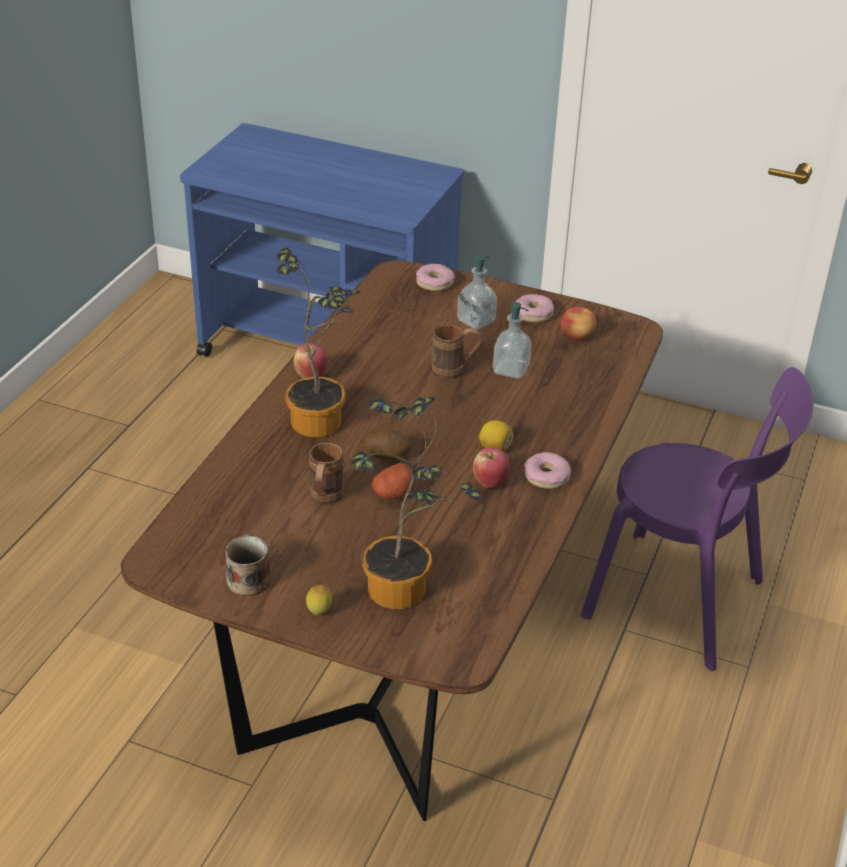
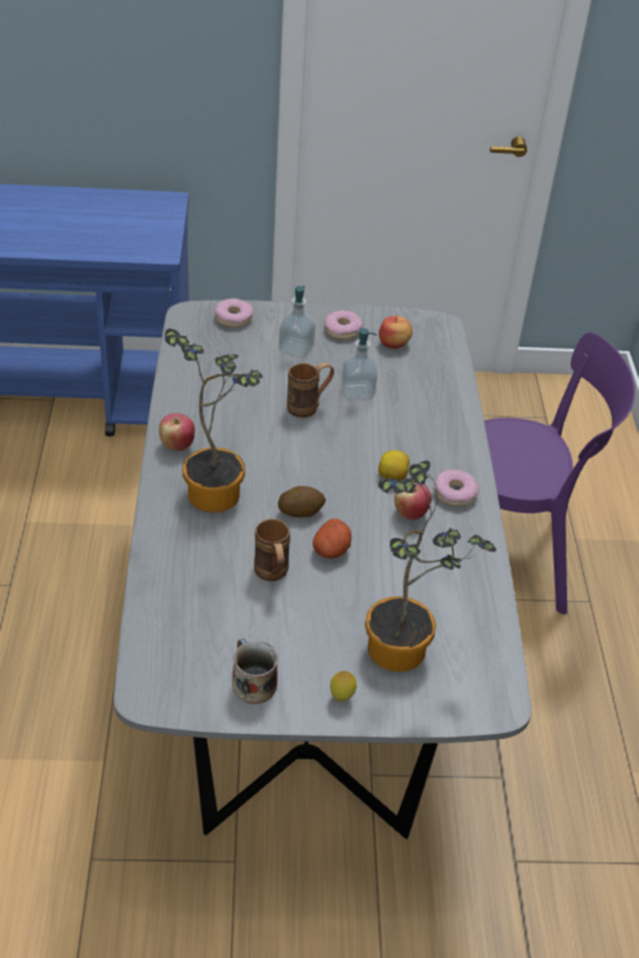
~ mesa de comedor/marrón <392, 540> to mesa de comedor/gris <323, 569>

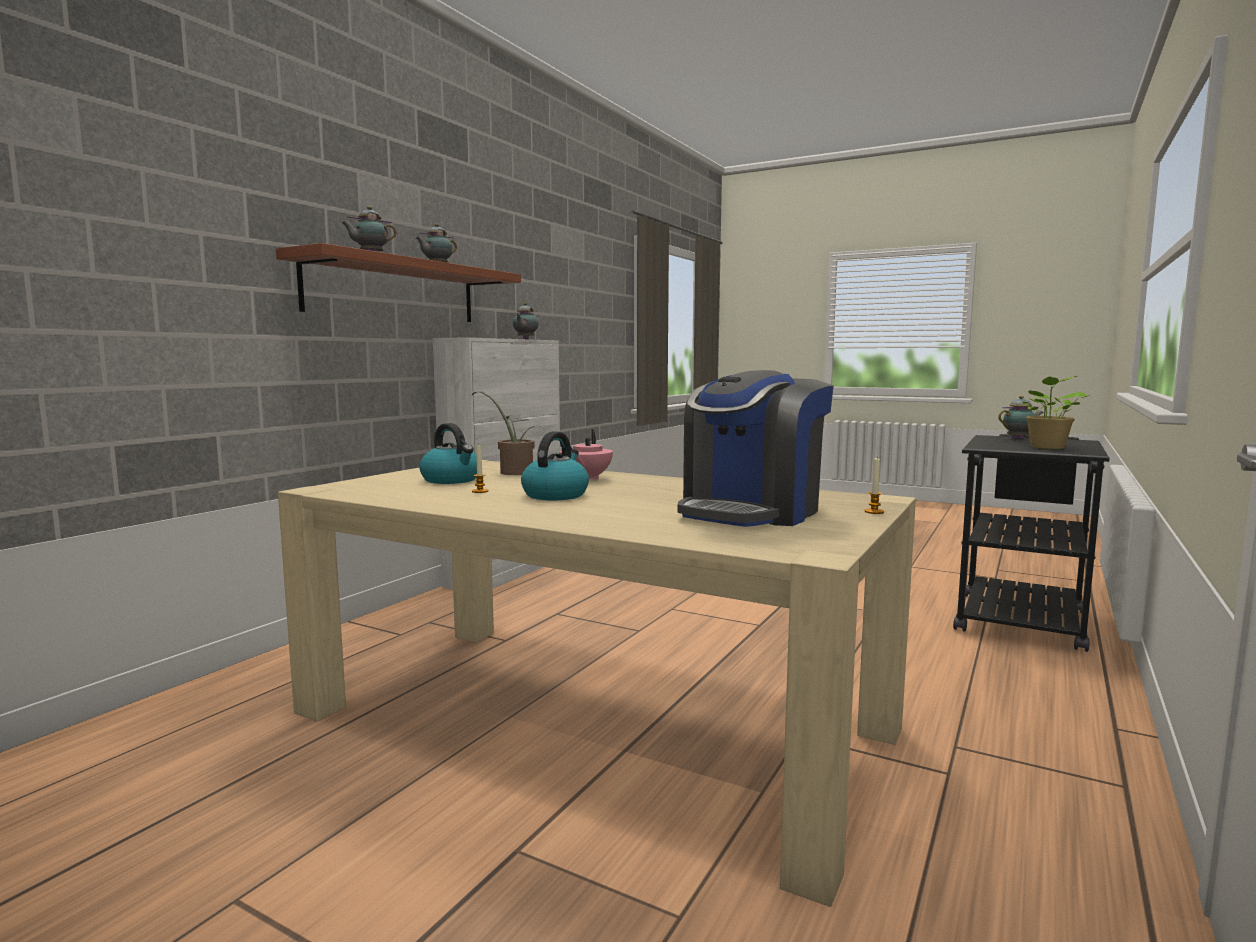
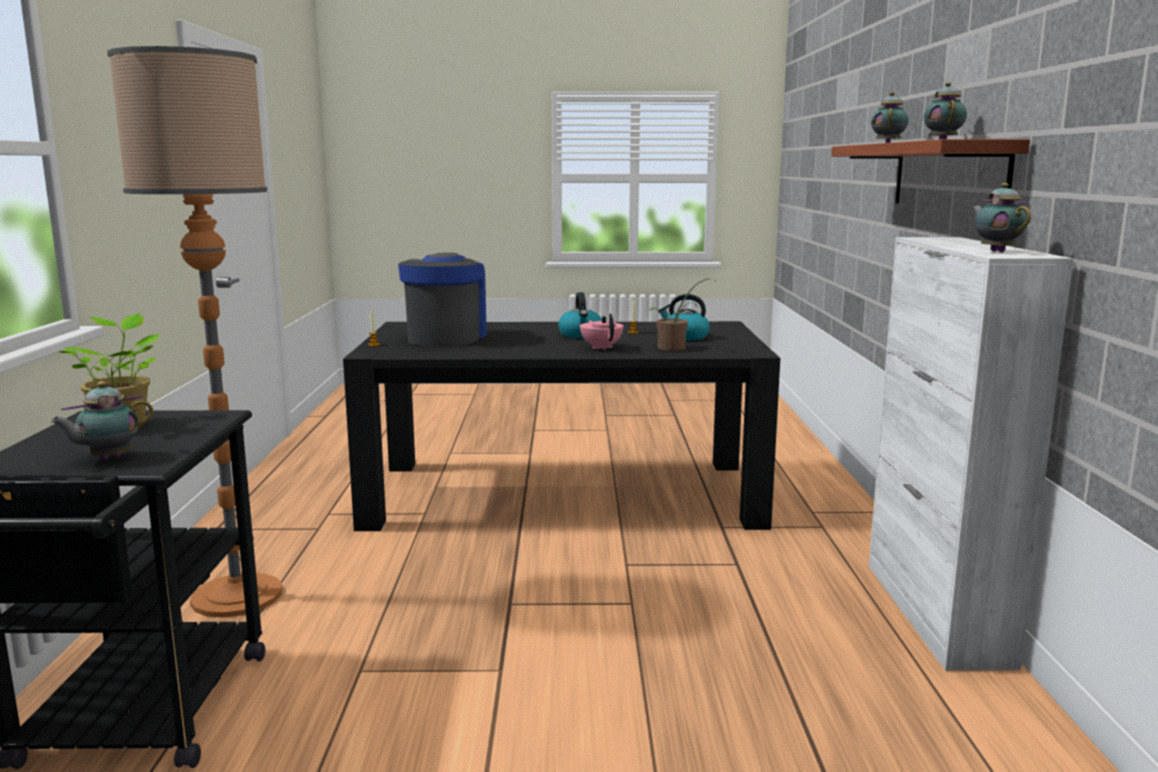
~ mesa de comedor/beis <597, 683> to mesa de comedor/negro <561, 426>
+ lámpara de pie <194, 331>

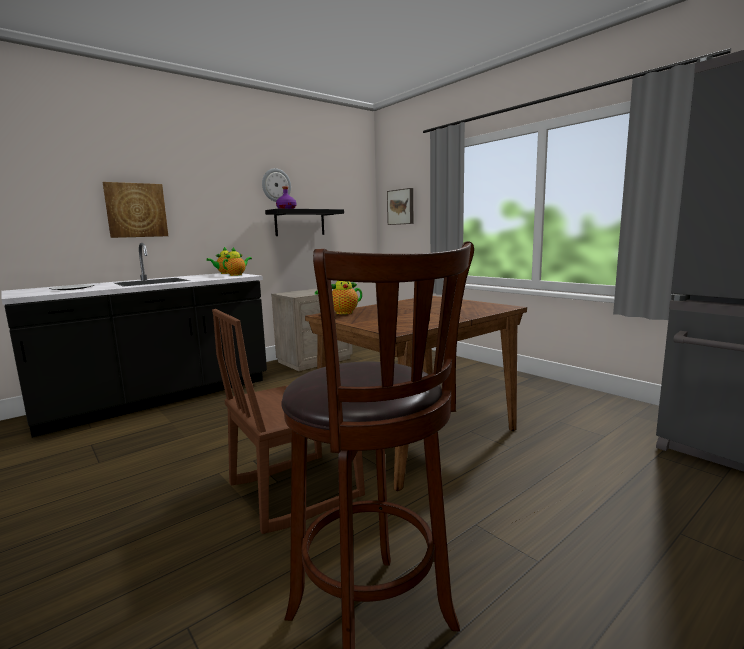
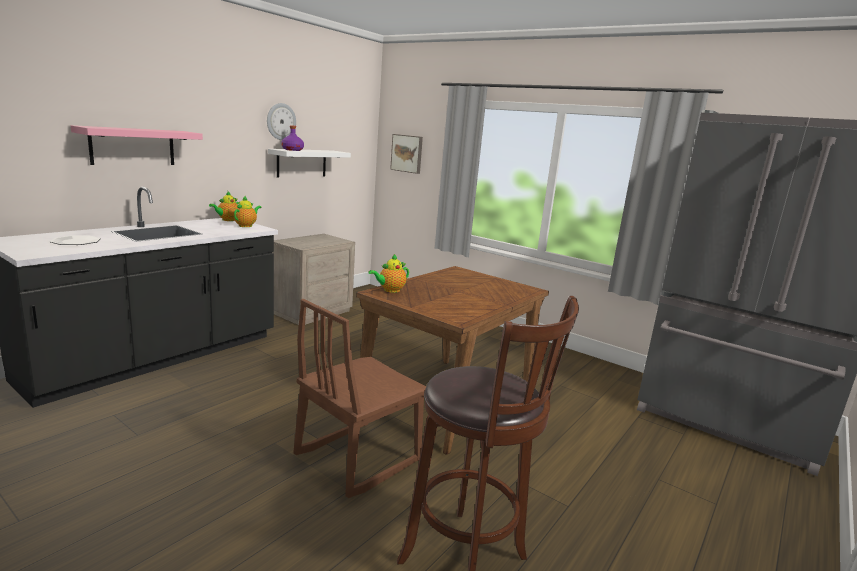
~ cuadro <135, 210> to estante/rosa <137, 145>
~ estante/negro <304, 222> to estante/blanco <309, 163>

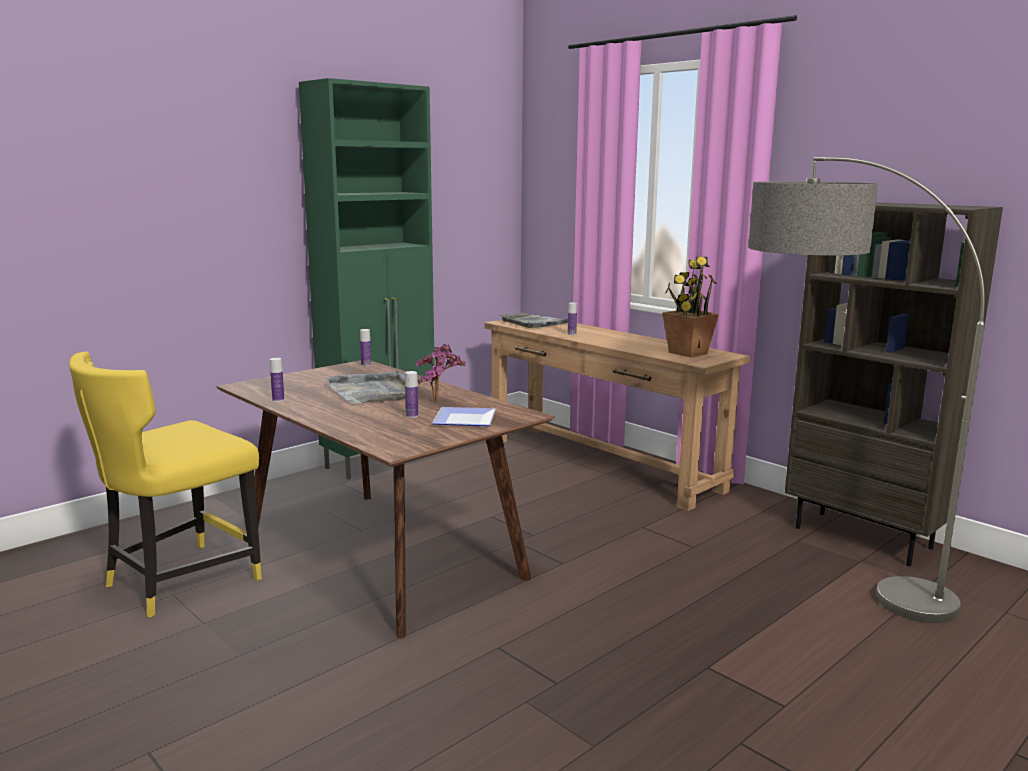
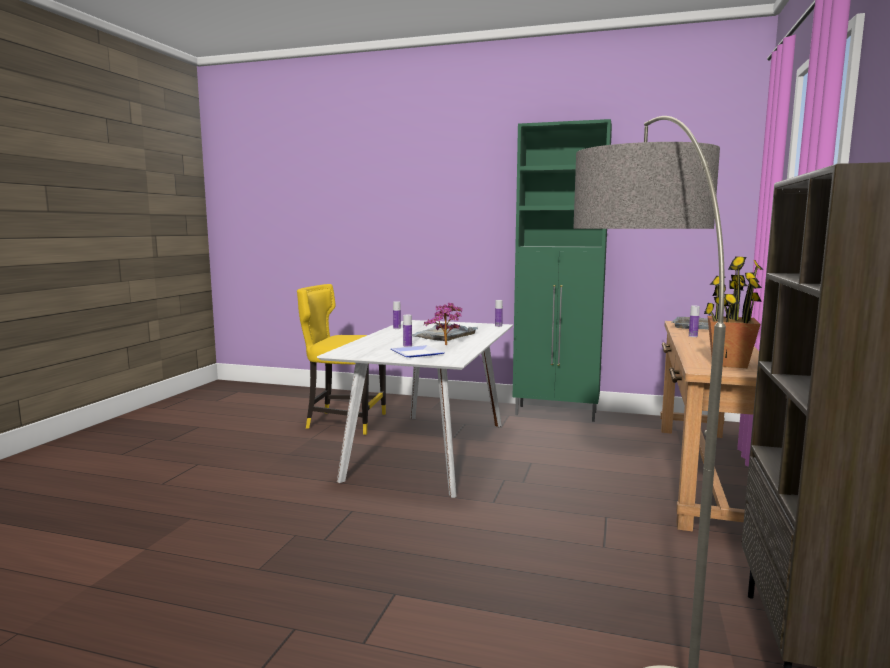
~ mesa de comedor/marrón <385, 499> to mesa de comedor/blanco <415, 409>

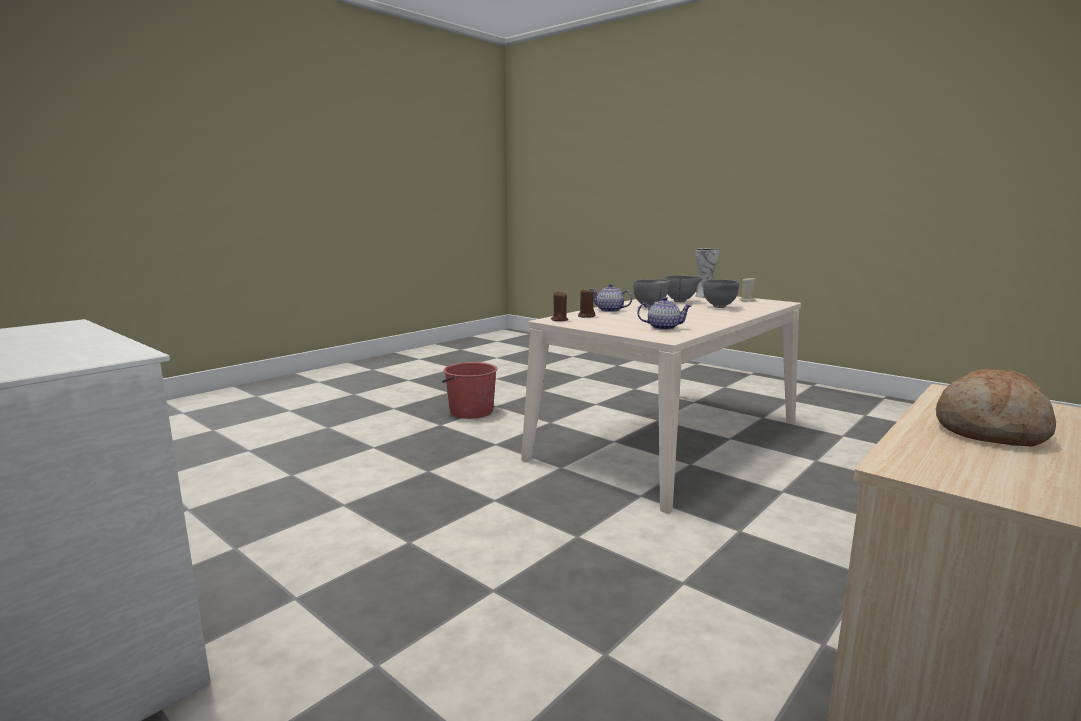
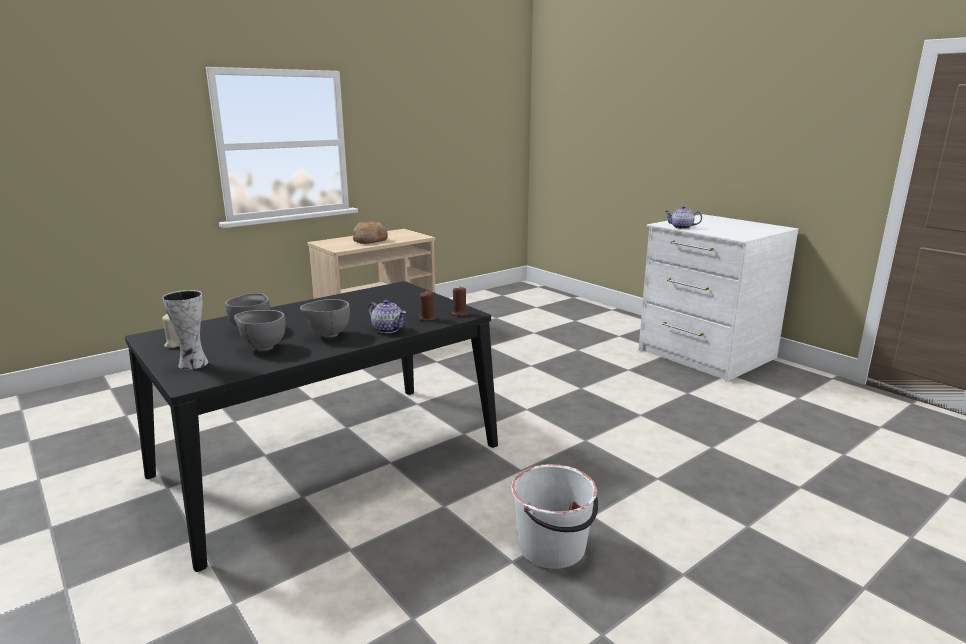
~ cubo/rojo <470, 390> to cubo/blanco <554, 516>
~ mesa de comedor/beis <661, 403> to mesa de comedor/negro <311, 426>
~ tetera <664, 313> to <683, 217>

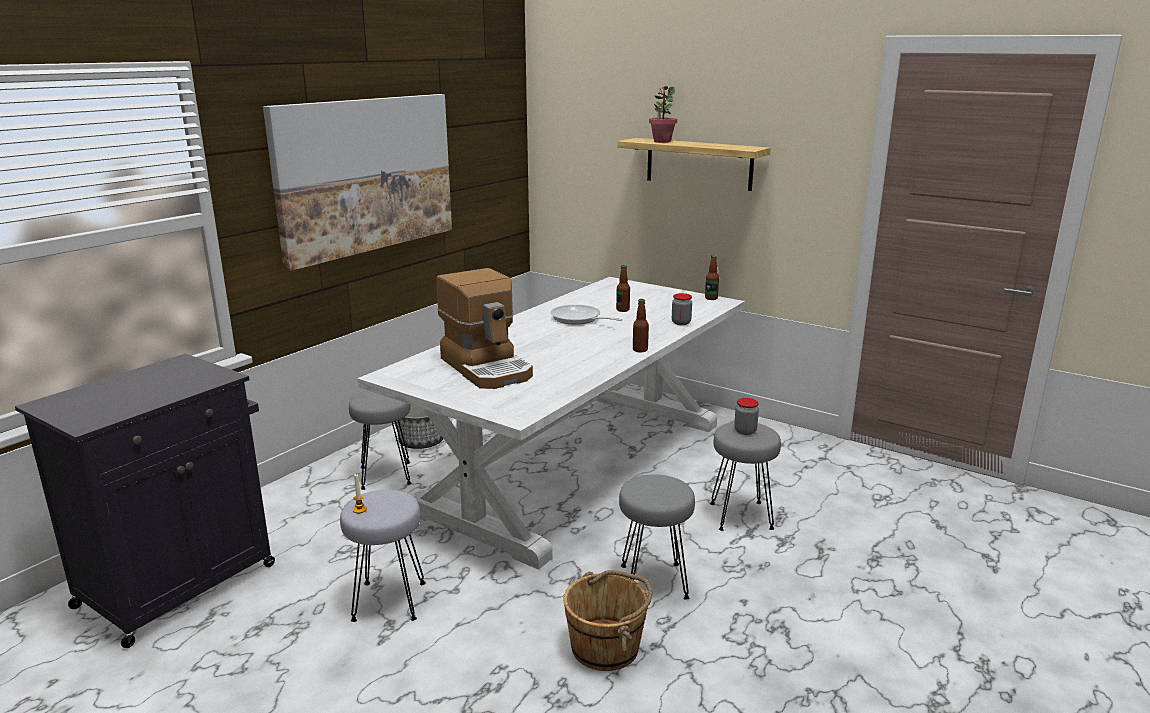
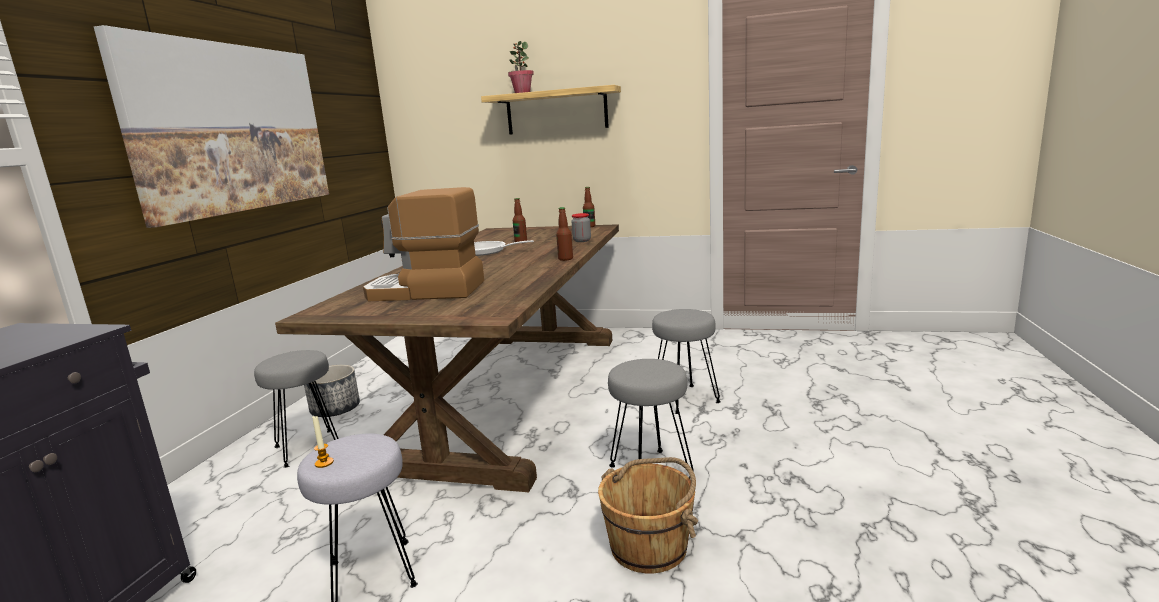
~ mesa de comedor/blanco <551, 423> to mesa de comedor/marrón <447, 358>
~ cafetera <485, 328> = <423, 244> 150 degrees clockwise
- tarro <746, 416>

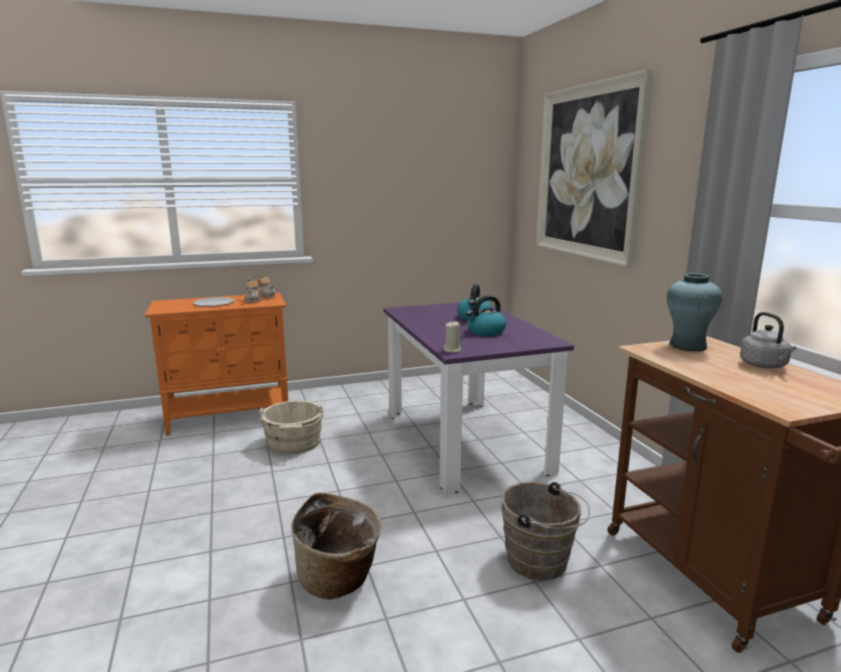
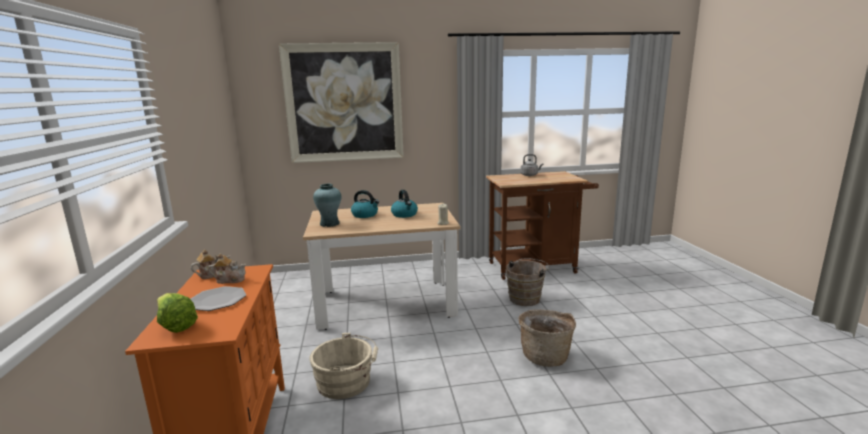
~ mesa de comedor/morado <479, 398> to mesa de comedor/beis <381, 266>
~ florero/turquesa <694, 312> to <327, 205>
+ lechuga <177, 313>

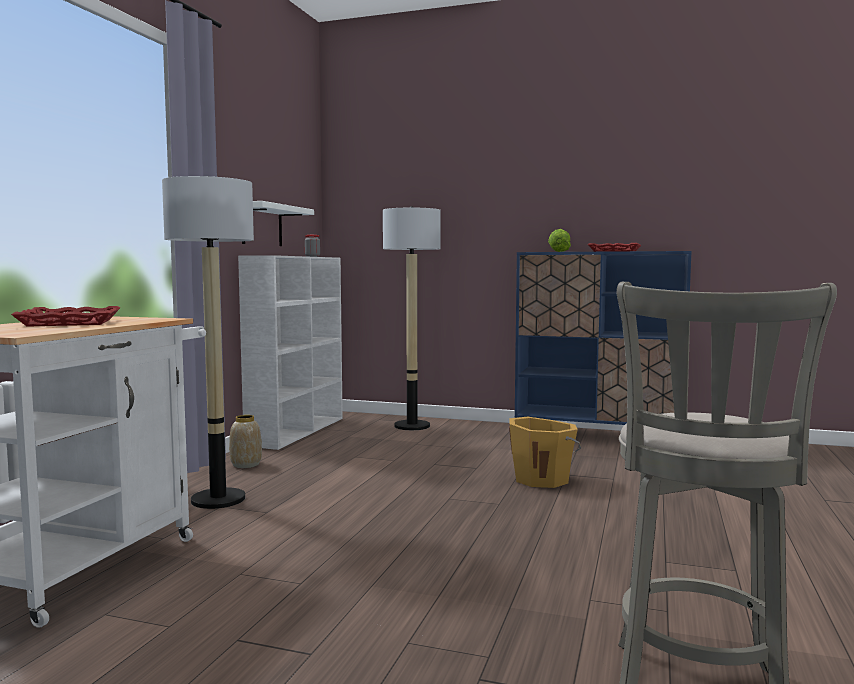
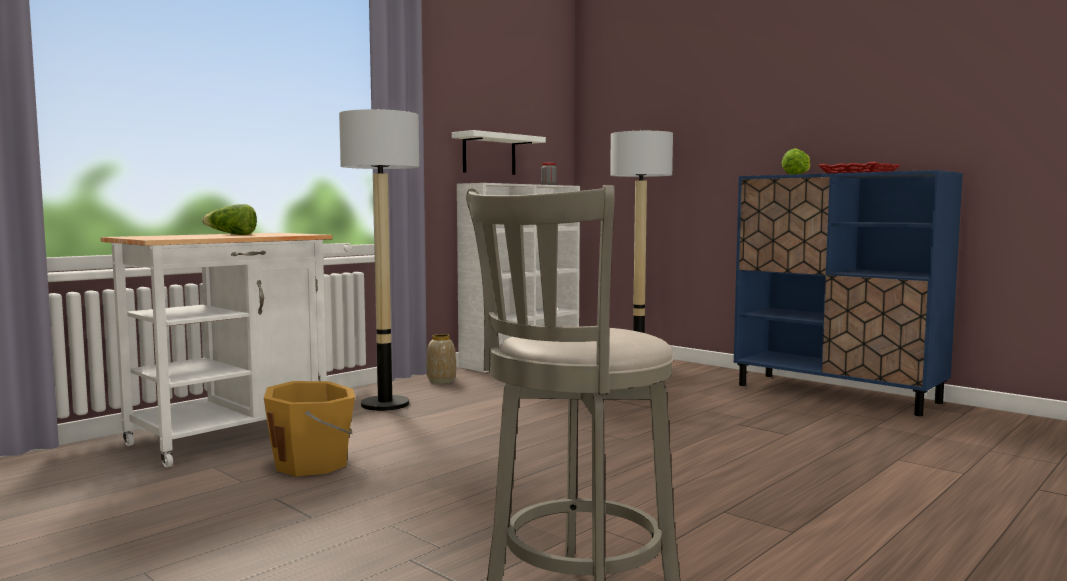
~ bandeja/rojo <65, 316> to lechuga <229, 219>
~ cubo/naranja <545, 452> to <309, 428>

